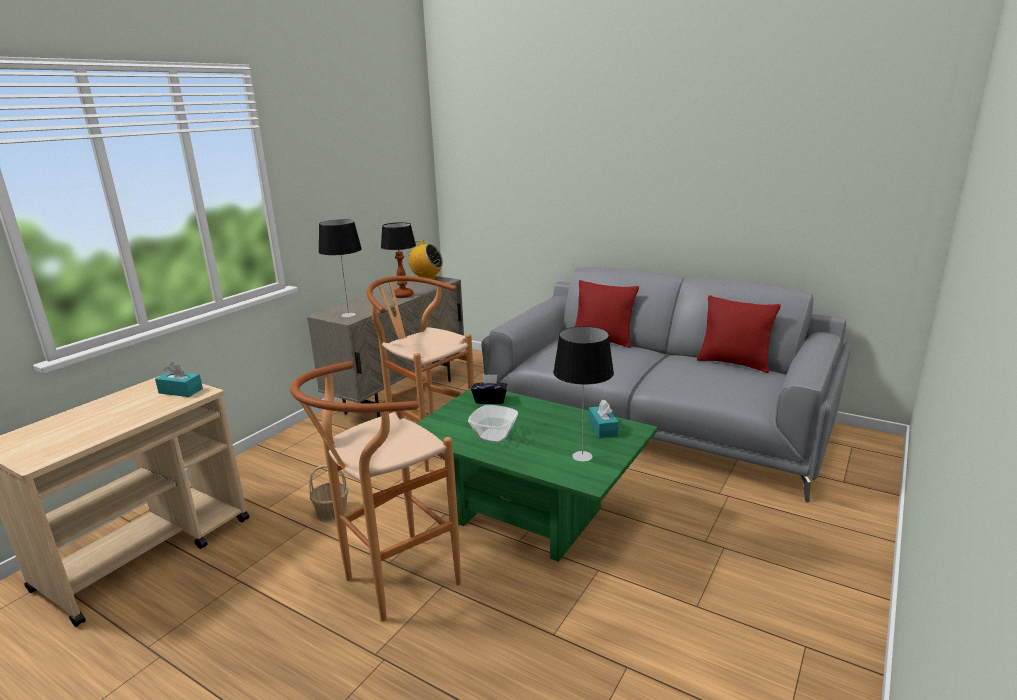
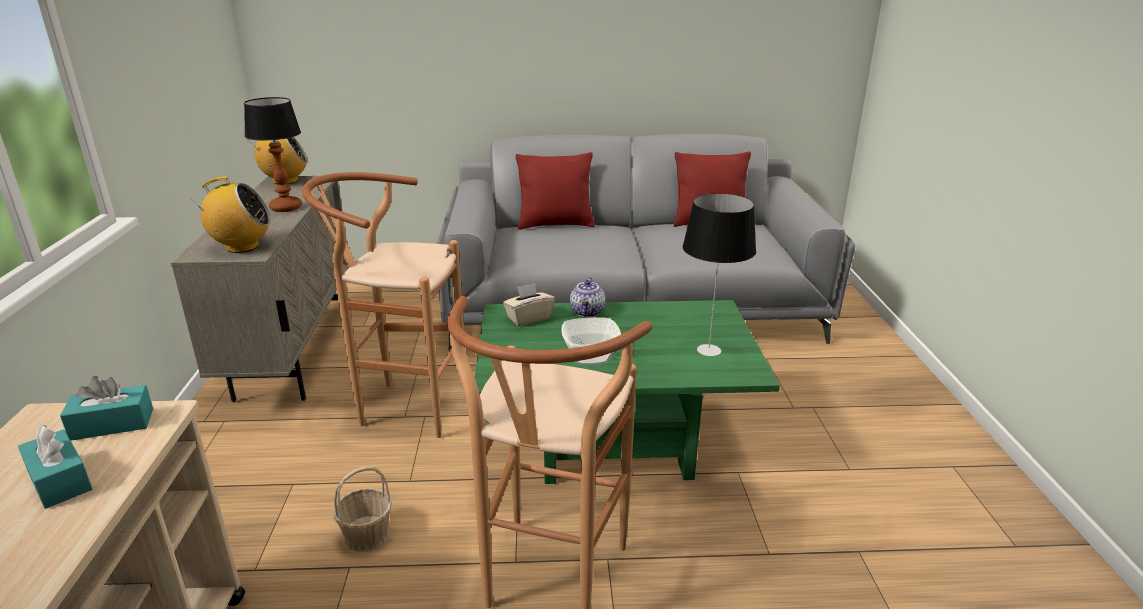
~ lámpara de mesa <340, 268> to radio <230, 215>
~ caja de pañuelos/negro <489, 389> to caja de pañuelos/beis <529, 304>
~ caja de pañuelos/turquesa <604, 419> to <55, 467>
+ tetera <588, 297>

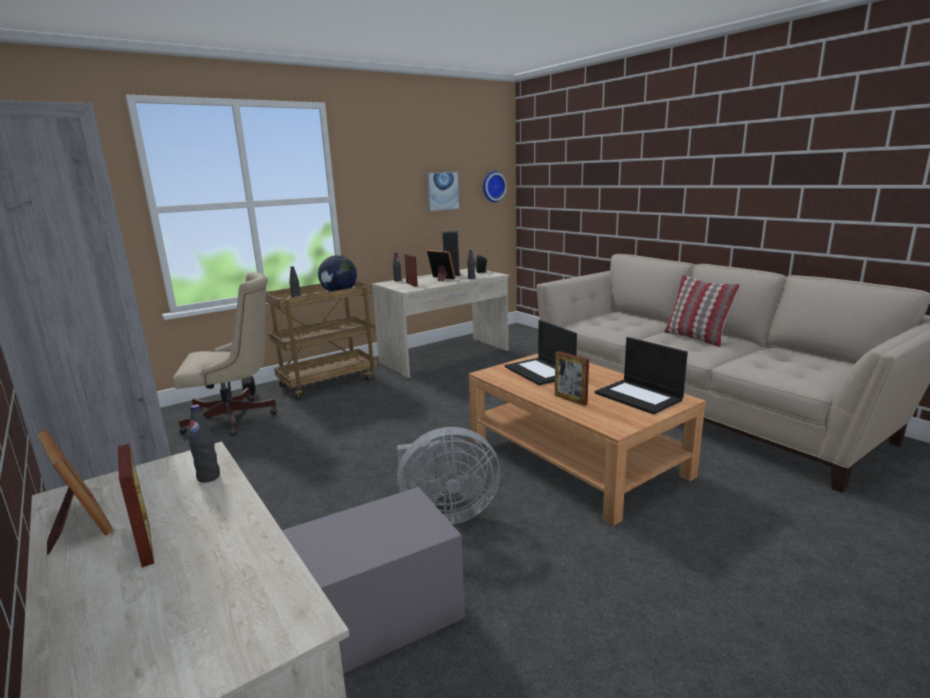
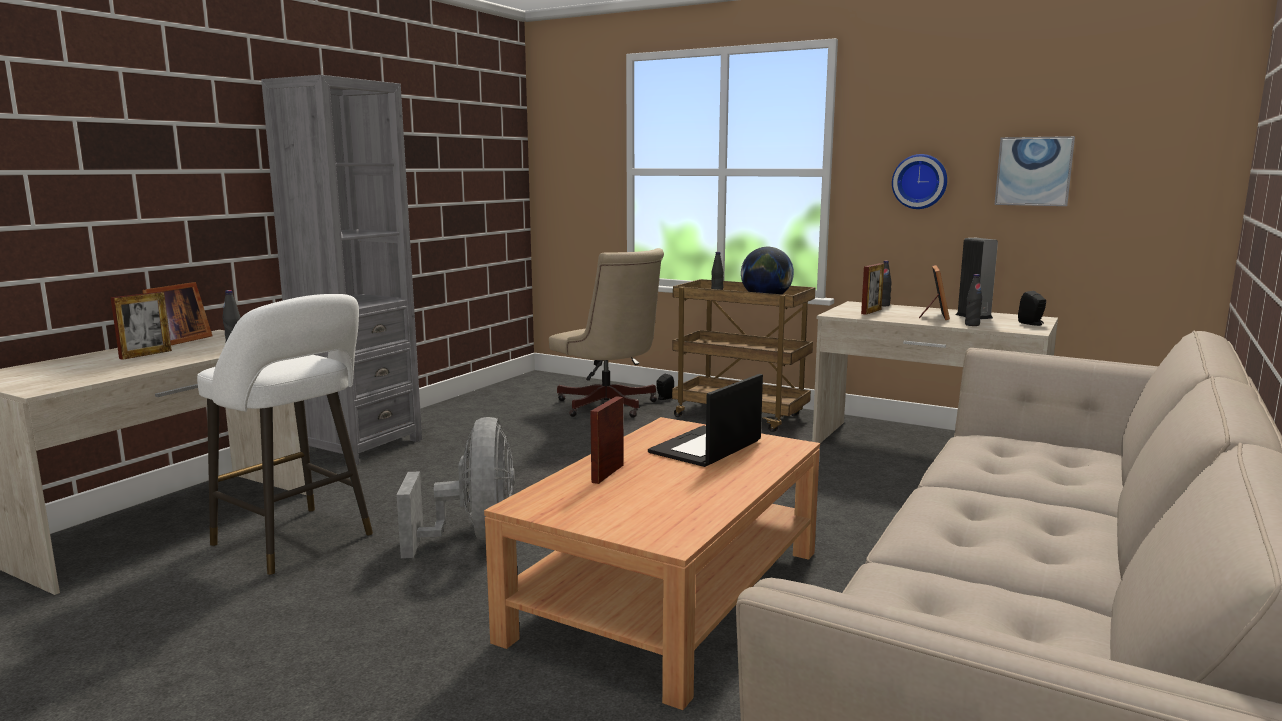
~ caja de almacenaje/gris <373, 580> to taburete/blanco <285, 434>
~ ventilador/gris <448, 476> = <456, 487> 150 degrees counterclockwise
~ reloj de pared <495, 186> to <919, 181>
- portátil <641, 375>
- cojín <702, 311>

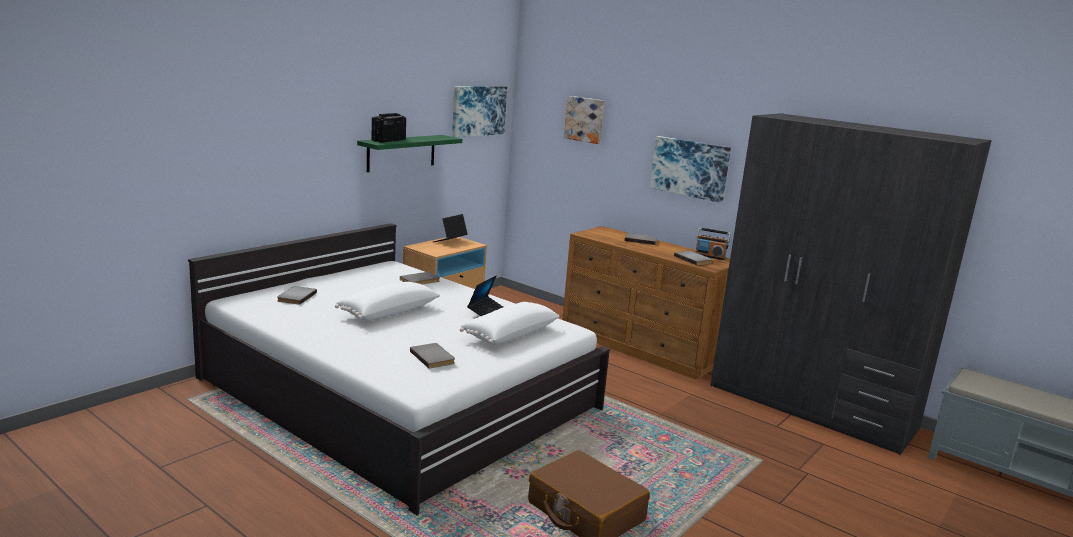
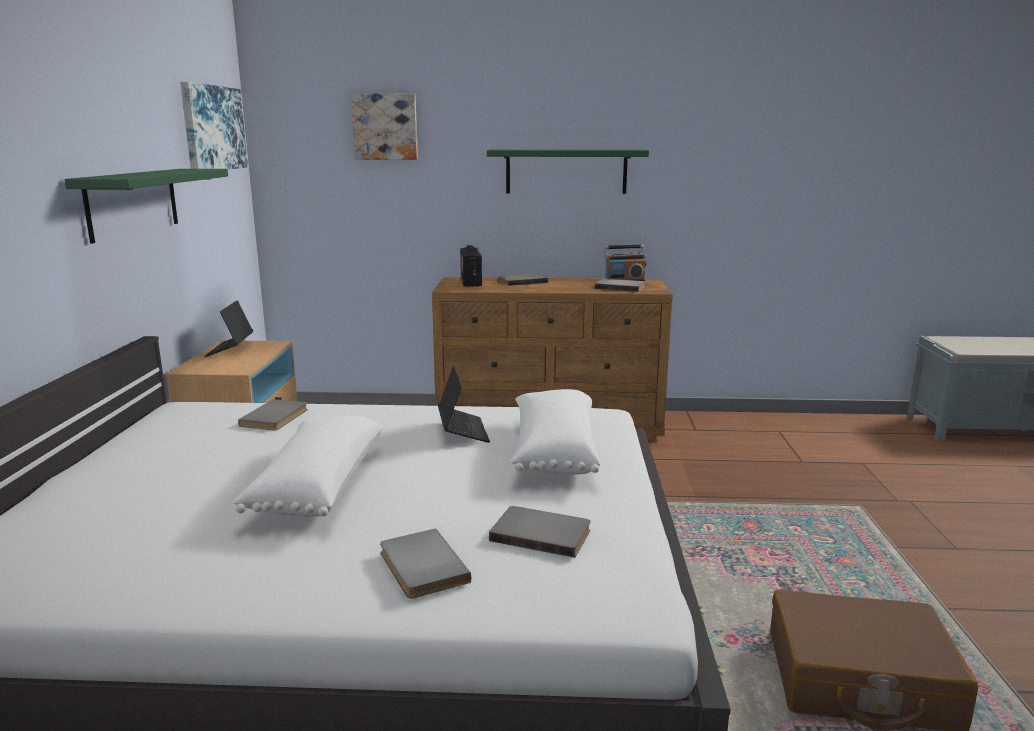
~ libro/gris <297, 295> to <425, 564>
~ radio <389, 128> to <471, 266>
~ cuadro <690, 169> to estante/verde <568, 171>
- armario ropero/gris <851, 284>

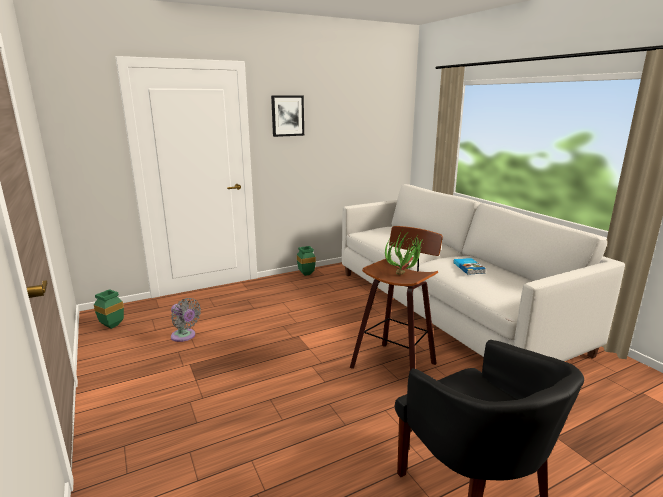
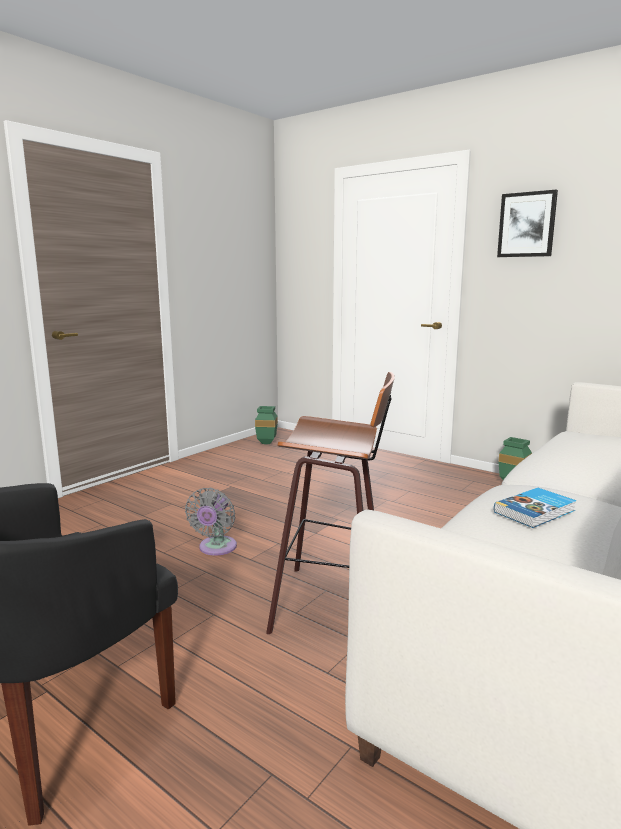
~ ventilador/gris <186, 320> to <211, 522>
- planta en maceta <404, 253>

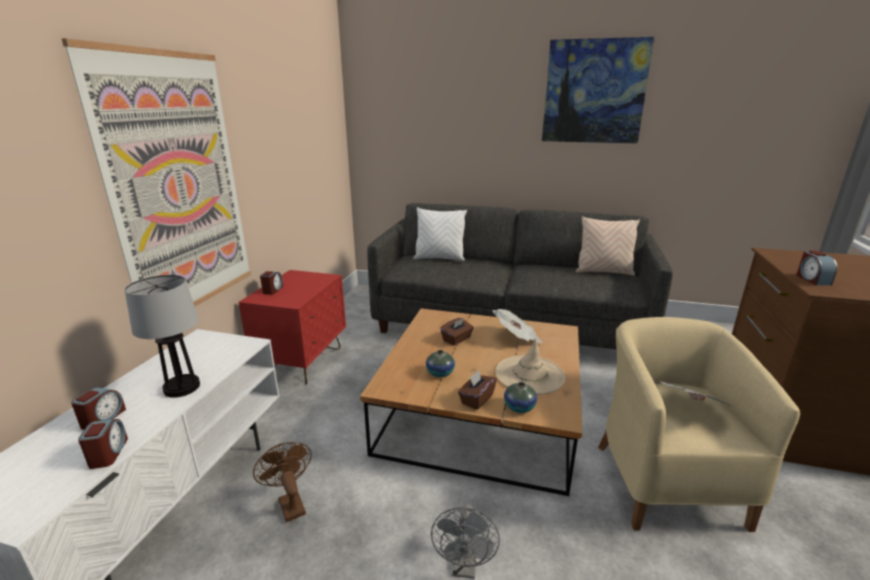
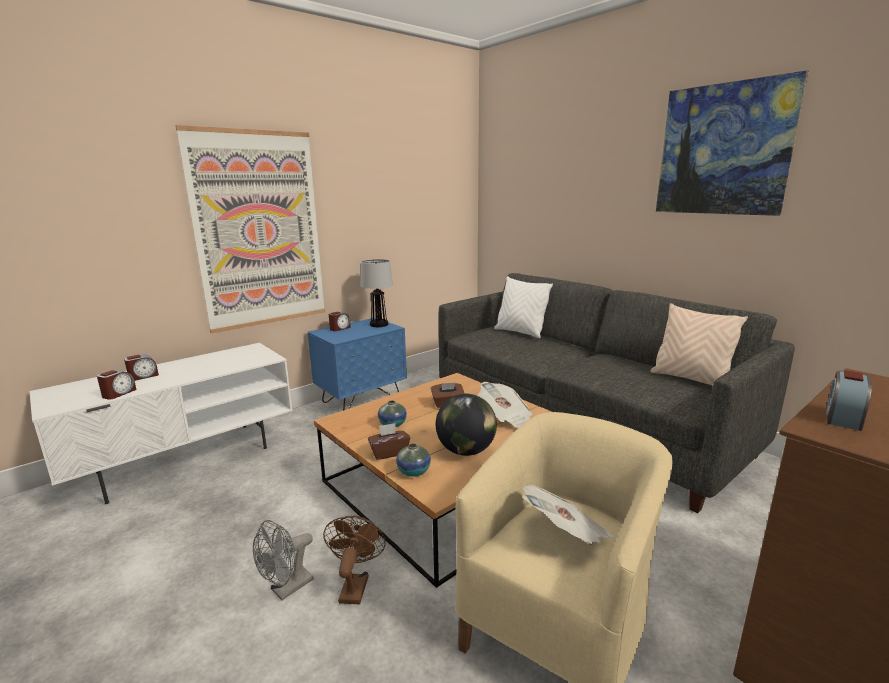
~ lámpara de mesa <162, 336> to <377, 293>
~ mesita de noche/rojo <292, 327> to mesita de noche/azul <357, 364>
~ ventilador/marrón <282, 482> to <354, 560>
~ sombrero/beis <530, 366> to globo terráqueo <466, 425>

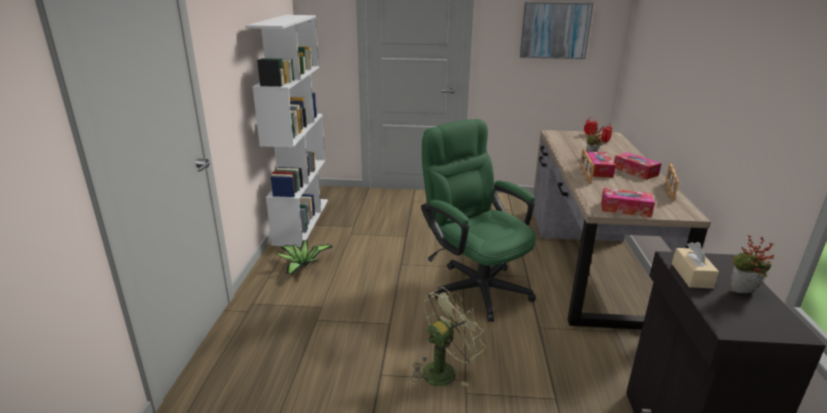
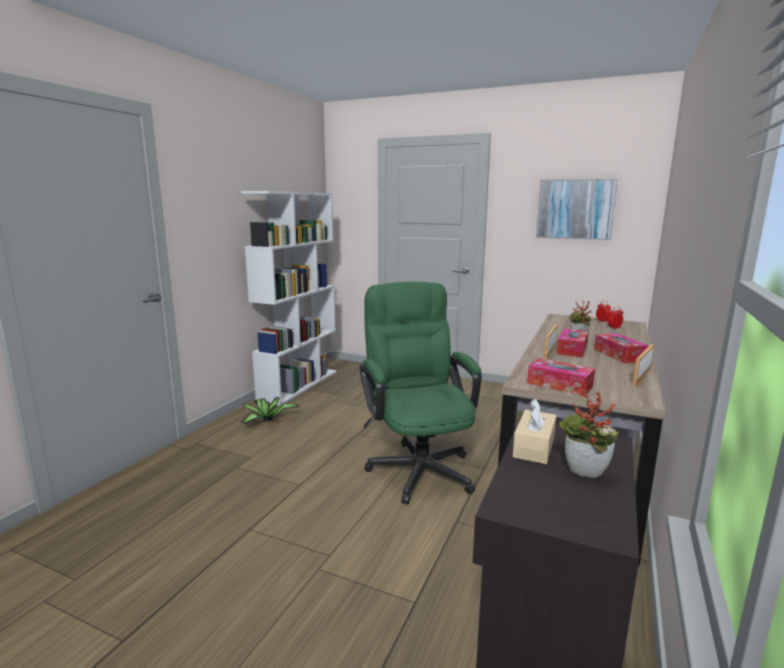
- ventilador/verde <448, 337>

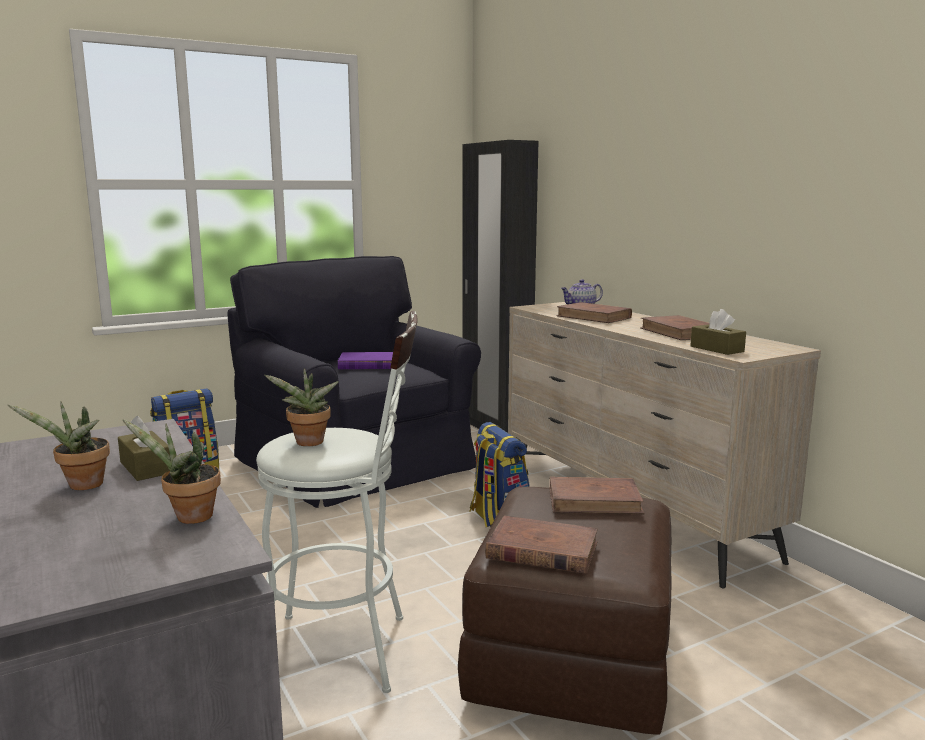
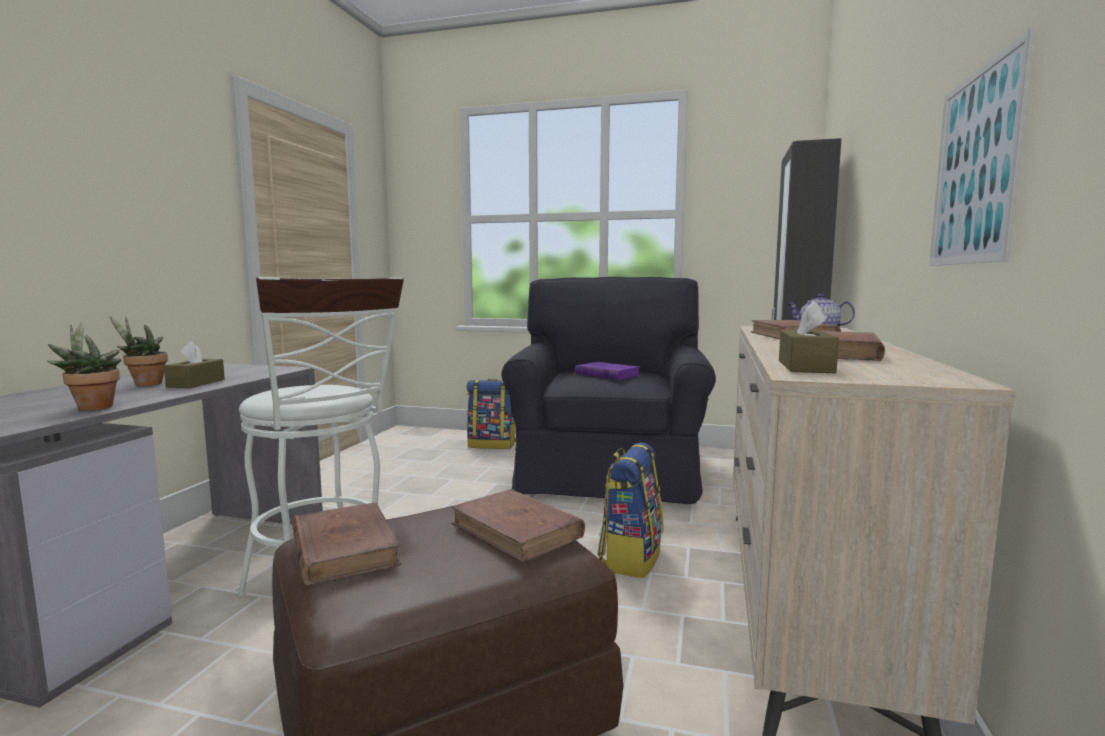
- planta en maceta <301, 407>
+ cuadro <982, 146>

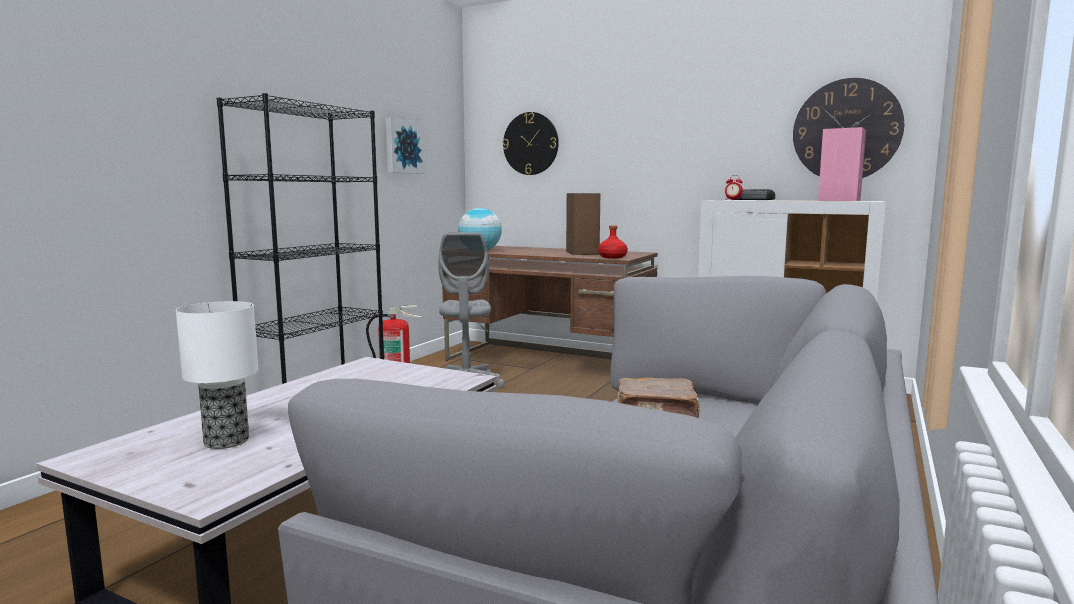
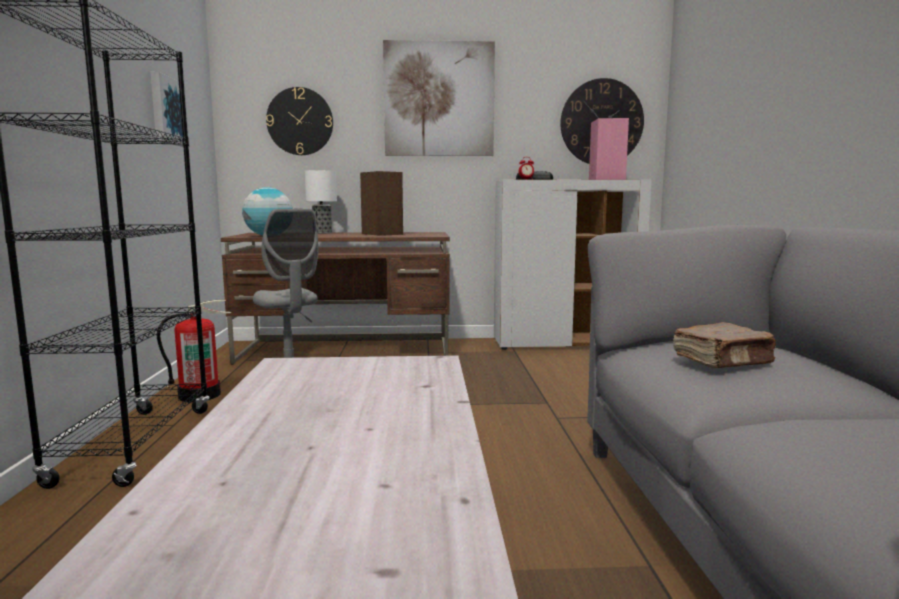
~ lámpara de mesa <217, 375> to <321, 202>
- botella/rojo <613, 242>
+ cuadro <439, 98>

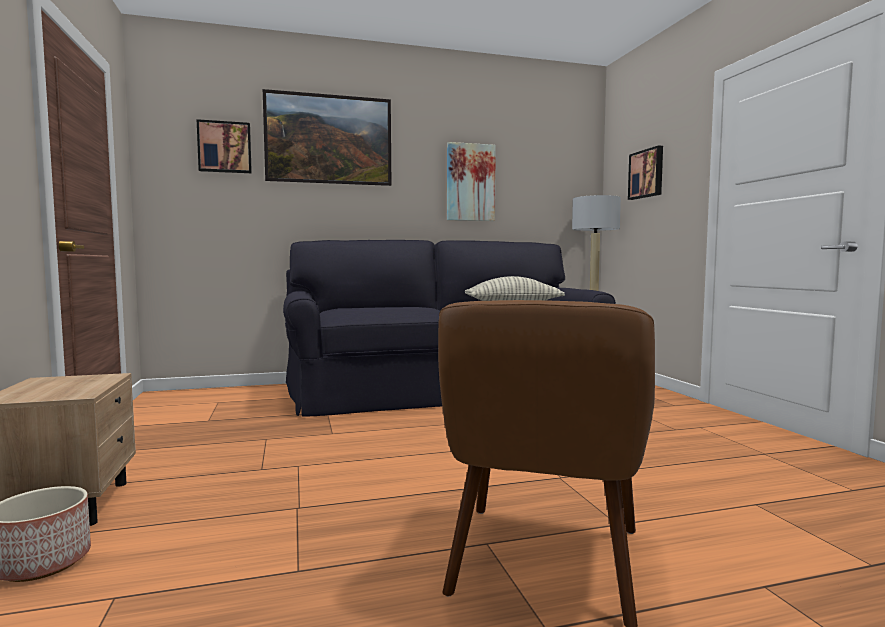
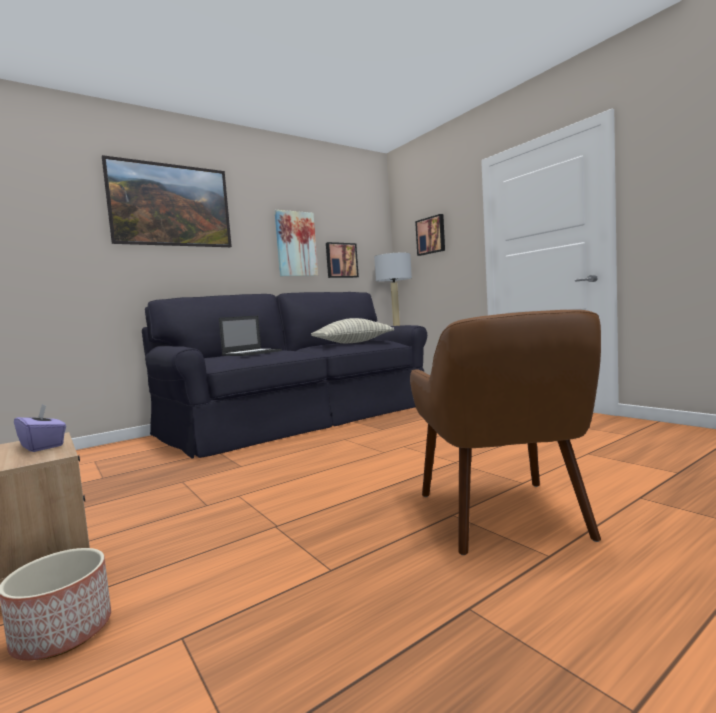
~ cuadro <224, 146> to <342, 260>
+ caja de pañuelos/morado <40, 428>
+ portátil <250, 336>

